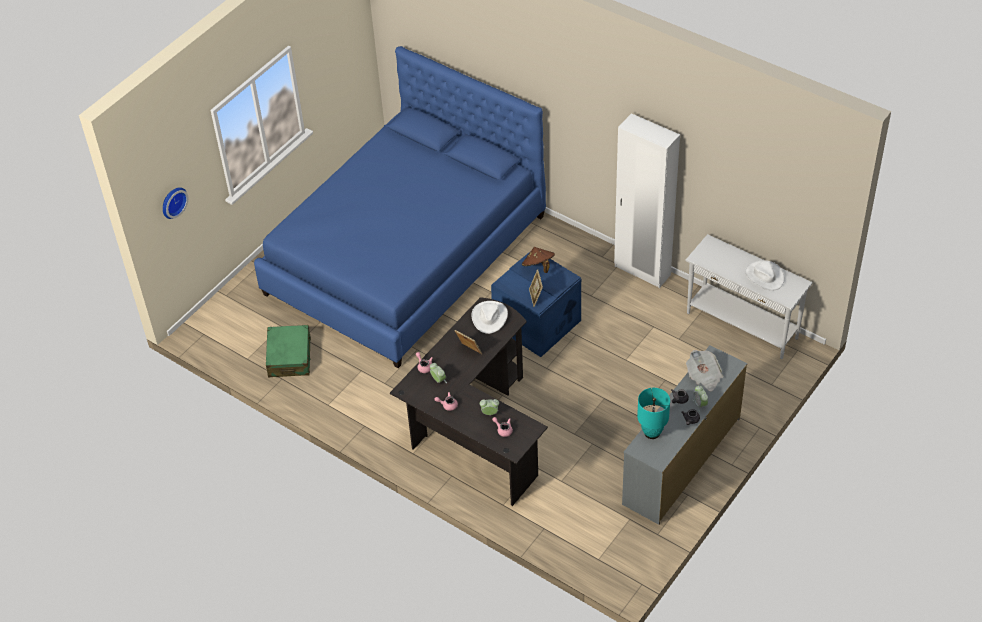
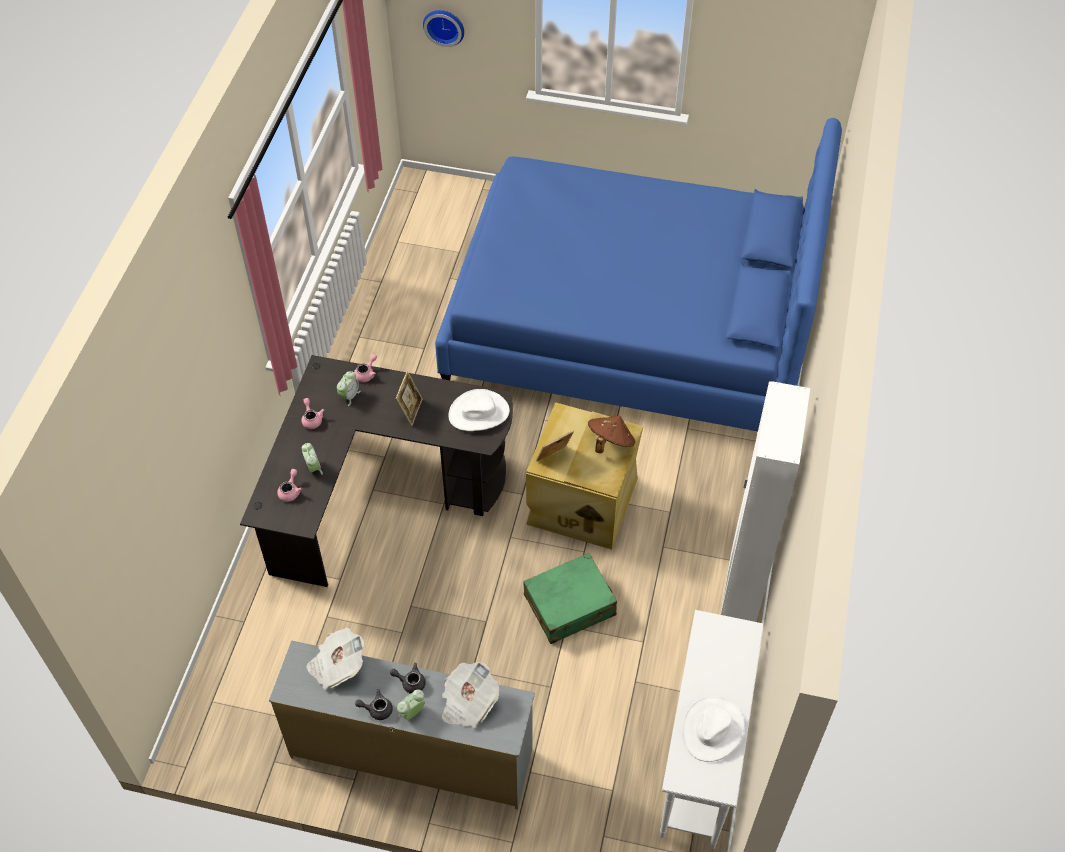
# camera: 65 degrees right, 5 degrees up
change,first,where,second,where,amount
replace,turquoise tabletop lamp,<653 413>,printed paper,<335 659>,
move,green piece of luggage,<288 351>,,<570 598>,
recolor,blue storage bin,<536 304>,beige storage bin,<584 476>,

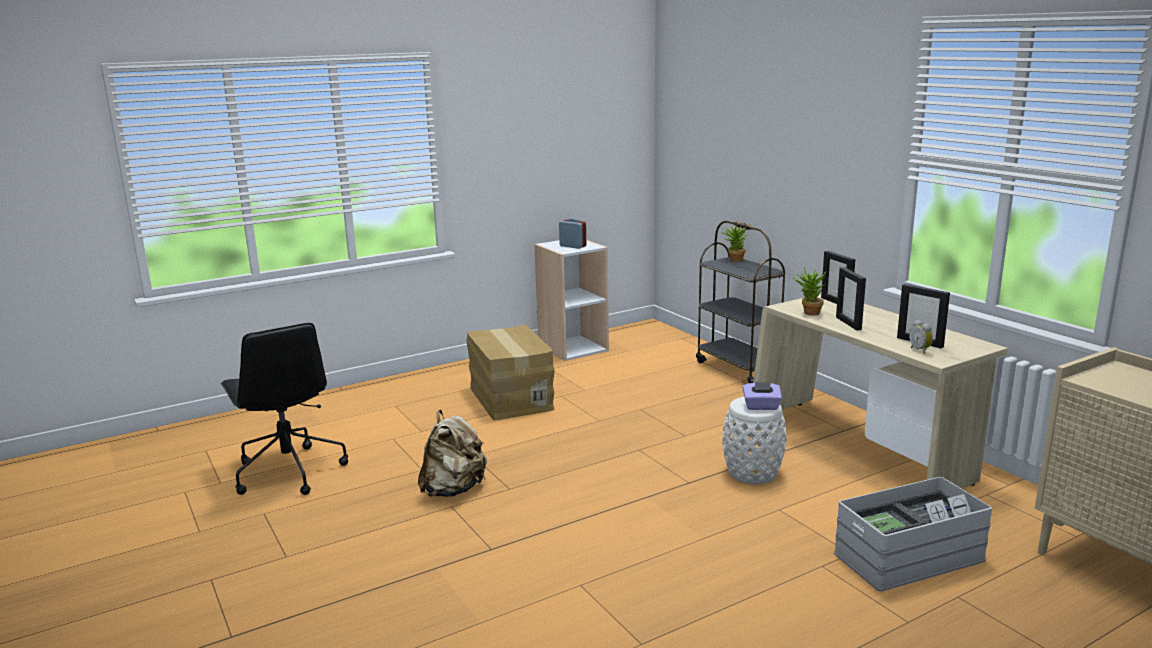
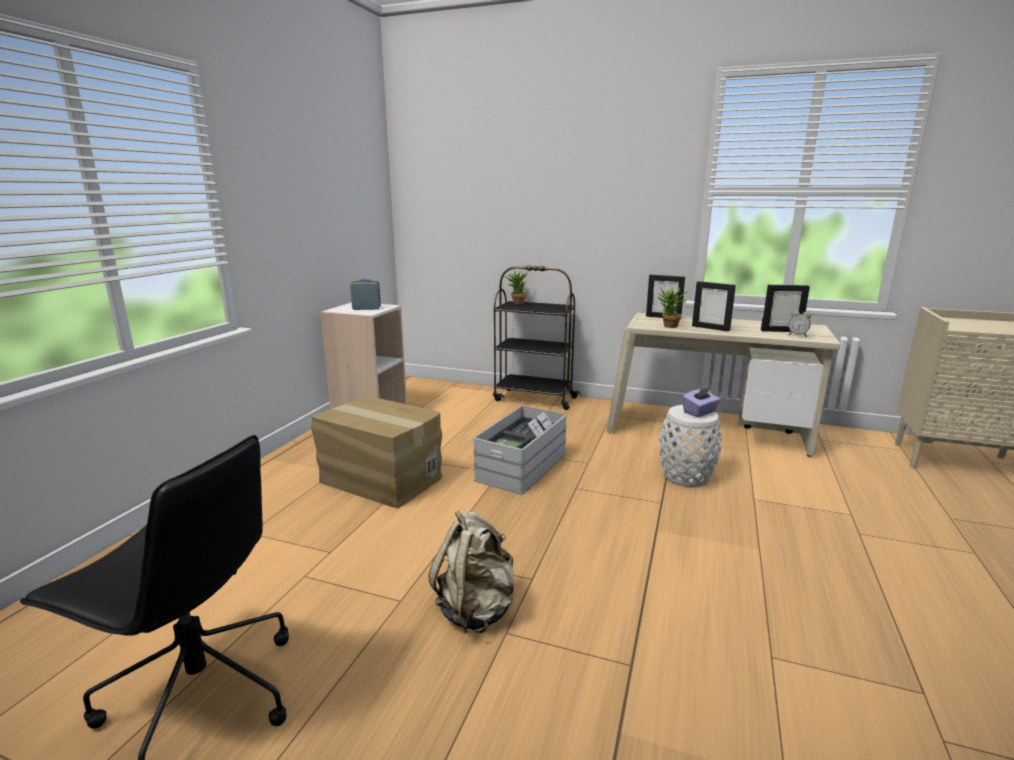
# camera: 40 degrees left, 0 degrees up
change,first,where,second,where,amount
move,gray storage bin,<913 534>,,<519 450>,

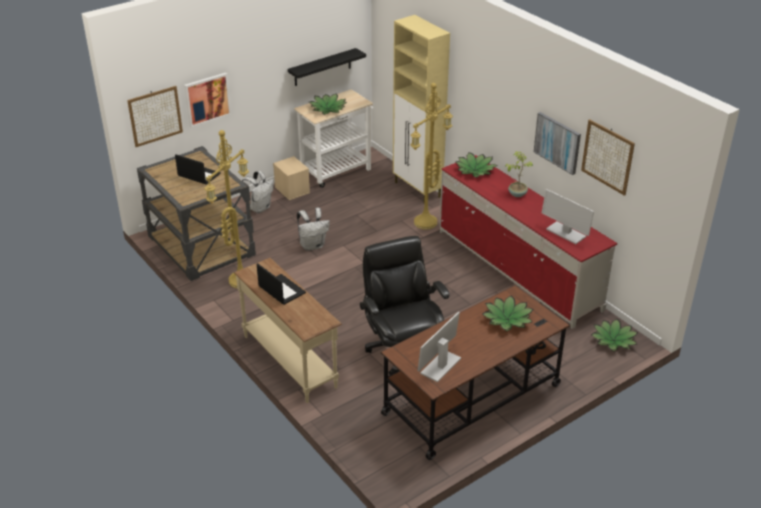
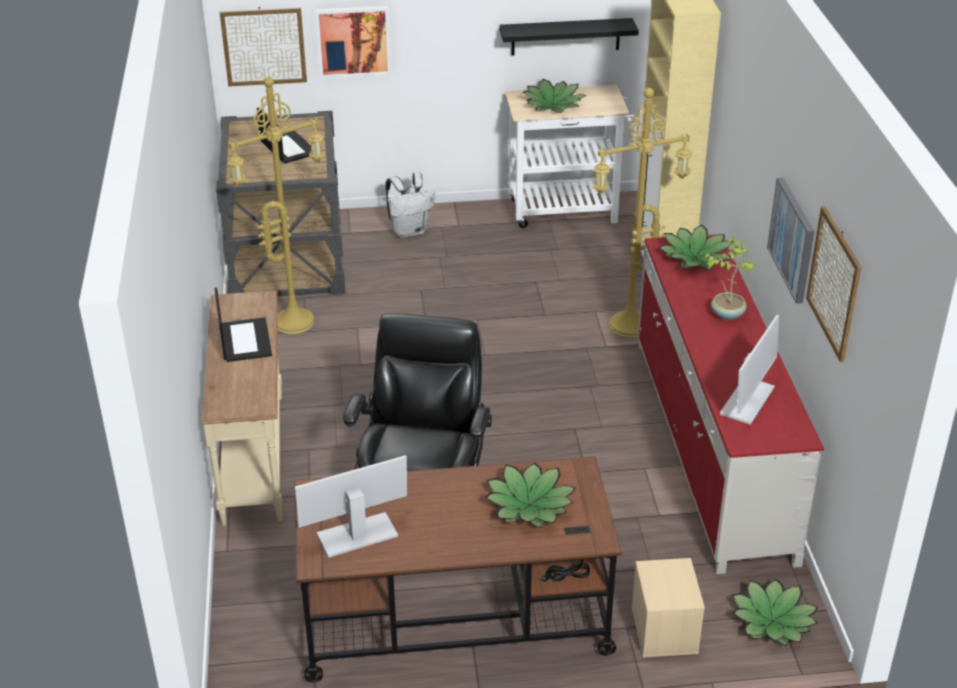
# camera: 30 degrees right, 0 degrees up
change,first,where,second,where,amount
move,beige storage bin,<291 178>,,<668 608>,
rotate,computer screen,<568 216>,,<749 370>,135 degrees counterclockwise
delete,white-coloured knapsack,<313 229>,,,

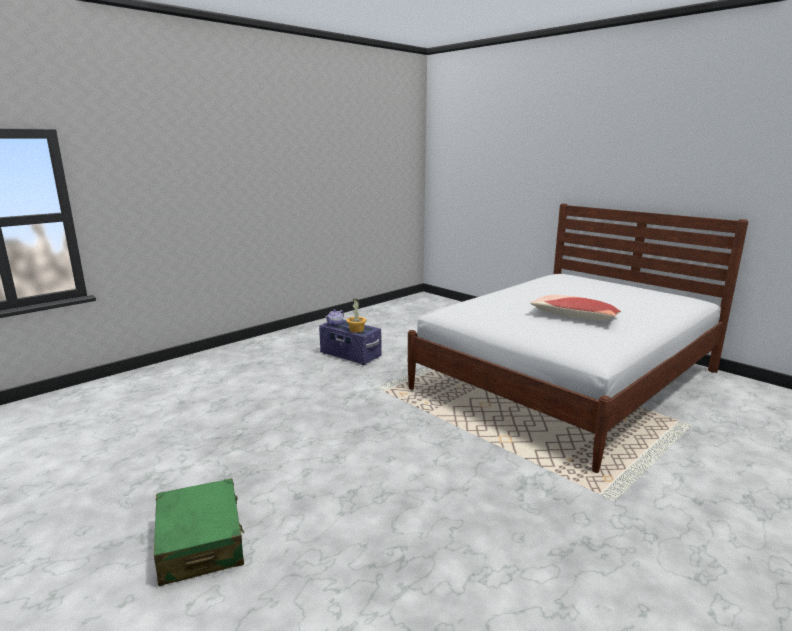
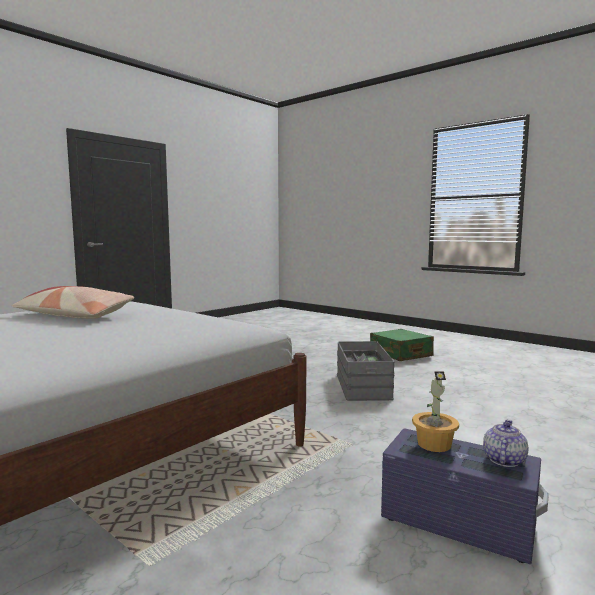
# camera: 175 degrees right, 10 degrees down
change,first,where,second,where,amount
insert,,,gray storage bin,<366 371>,

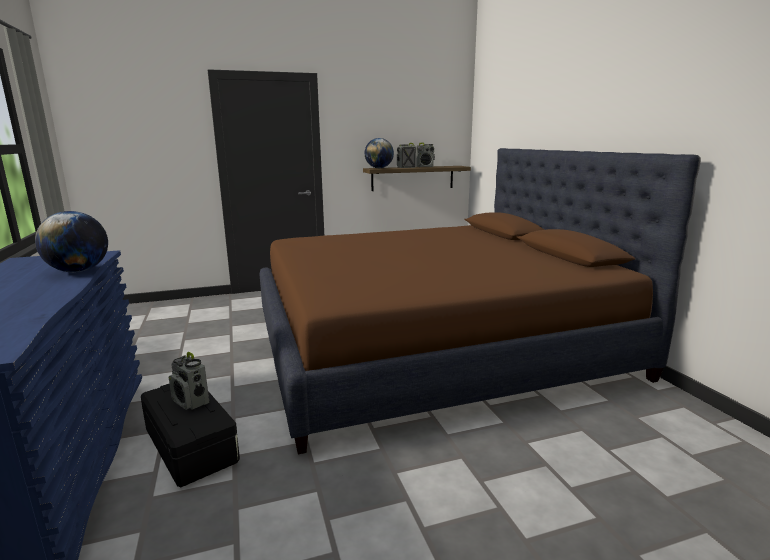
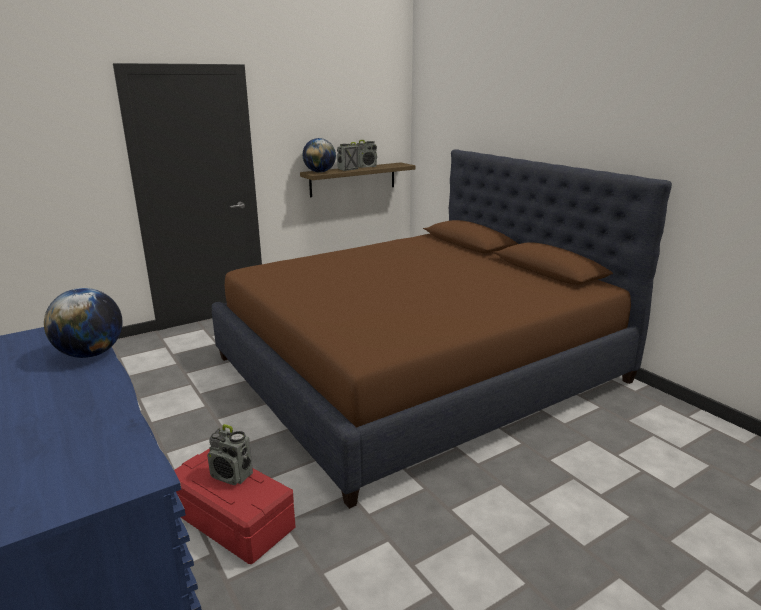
# camera: 15 degrees left, 5 degrees up
change,first,where,second,where,amount
recolor,black storage bin,<190 435>,reddish storage bin,<234 506>,

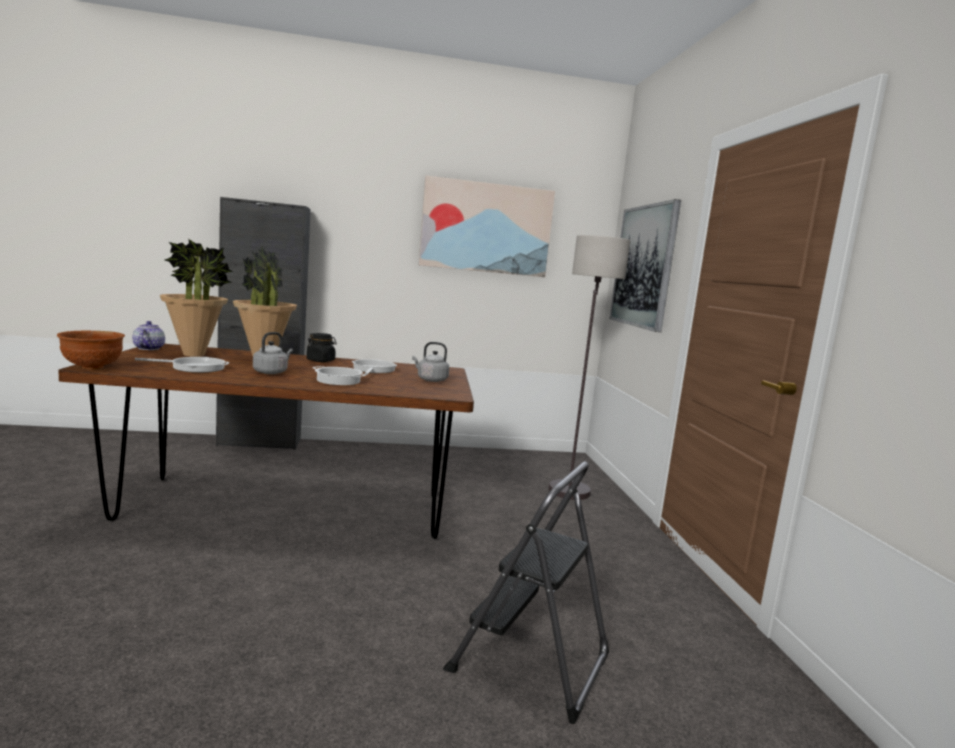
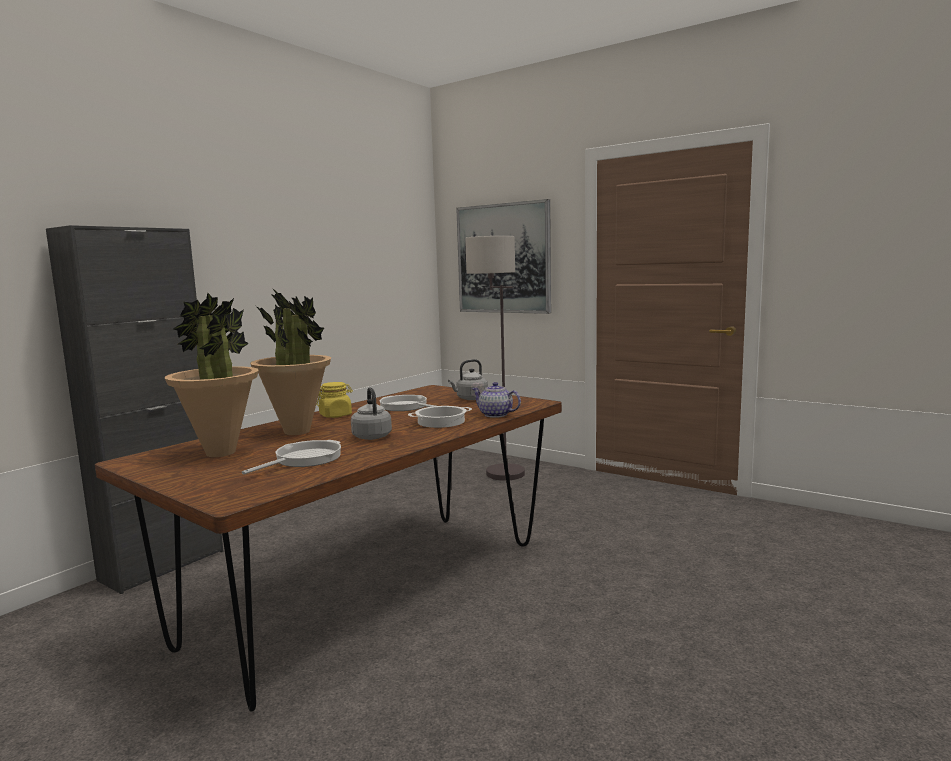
# camera: 45 degrees left, 0 degrees up
change,first,where,second,where,amount
recolor,black jar,<322 347>,yellowish jar,<335 400>,
move,pot for tea,<148 335>,,<496 400>,
delete,brown bowl,<91 350>,,,
delete,wall art,<487 226>,,,
delete,black stepladder,<526 592>,,,

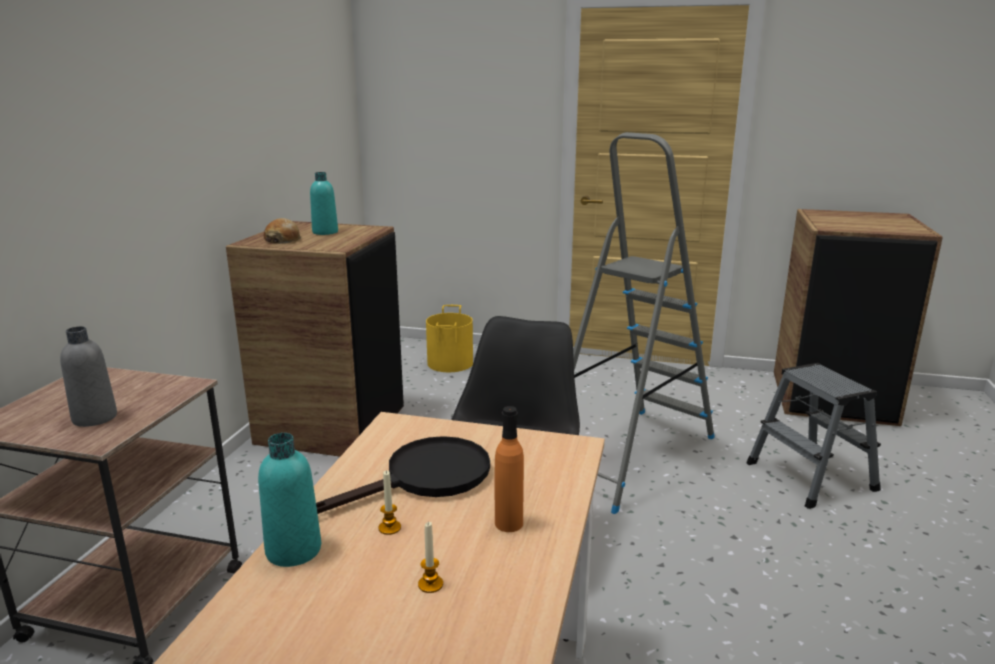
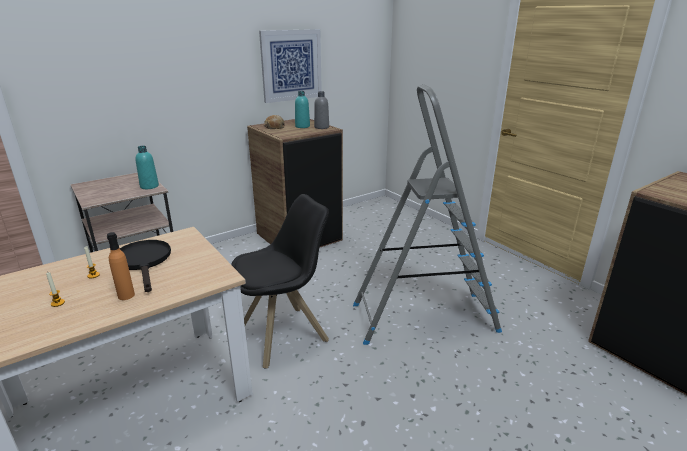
# camera: 40 degrees right, 5 degrees up
change,first,where,second,where,amount
rotate,black skillet,<403 475>,,<145 266>,120 degrees counterclockwise
move,turquoise bottle,<289 500>,,<147 167>,
insert,,,wall art,<290 66>,
move,gray bottle,<88 376>,,<321 110>,
delete,yellowish pail,<449 338>,,,
delete,gray stepladder,<813 436>,,,

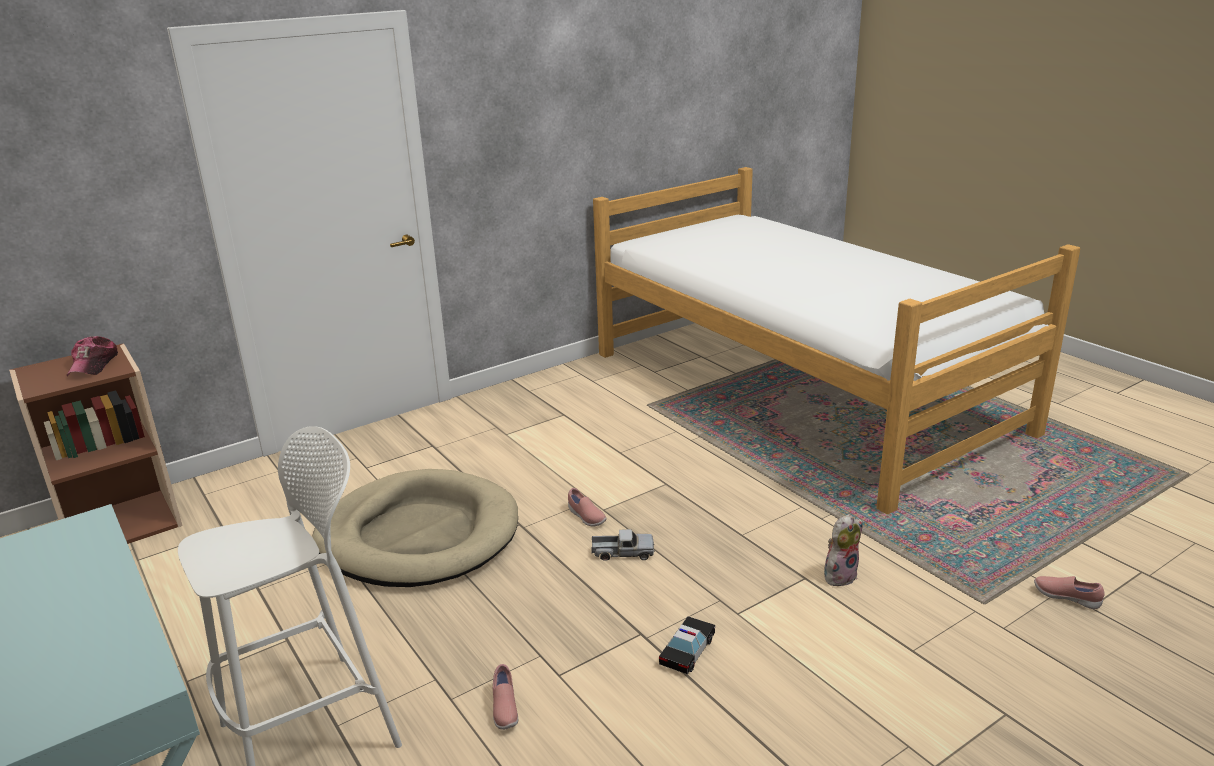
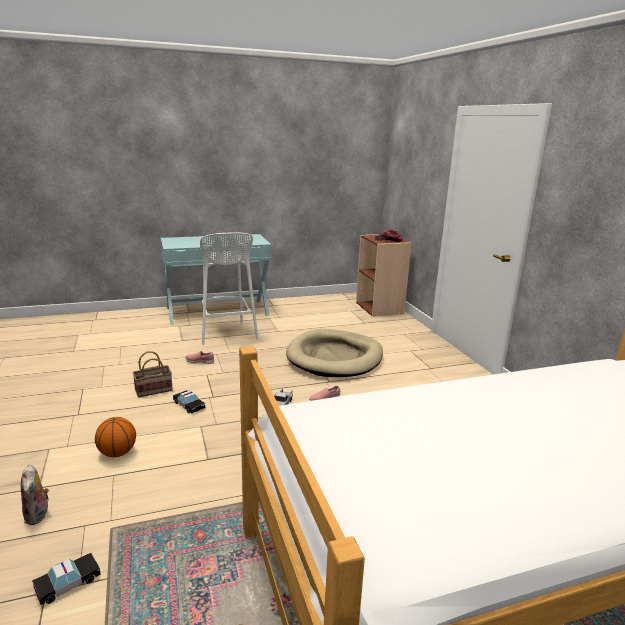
# camera: 105 degrees right, 5 degrees down
change,first,where,second,where,amount
move,plush toy,<843 550>,,<35 494>,
replace,pink low shoe,<1069 592>,miniature car,<66 579>,
insert,,,basketball ball,<115 437>,
insert,,,storage basket,<153 374>,

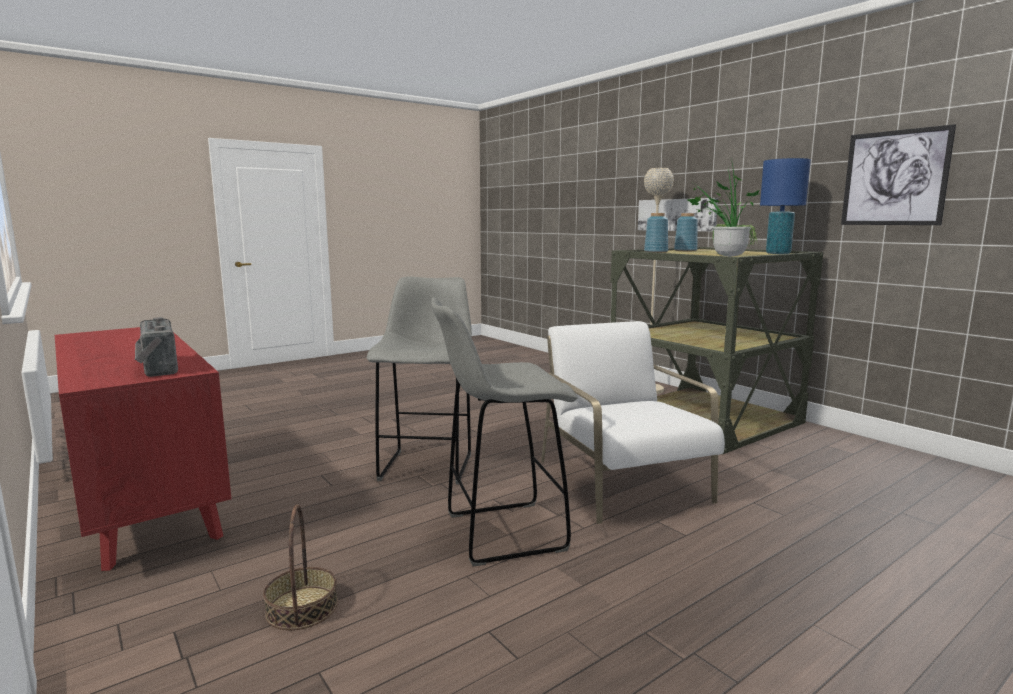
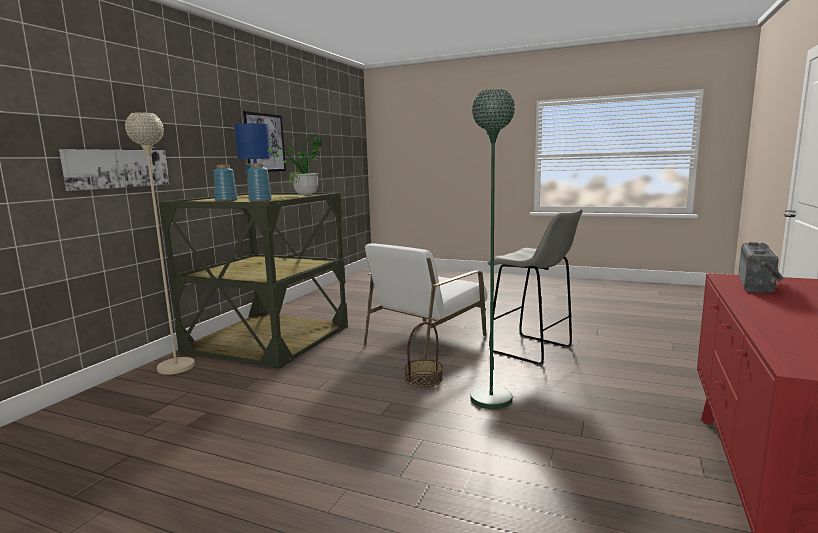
# camera: 120 degrees left, 0 degrees up
change,first,where,second,where,amount
move,storage basket,<300 567>,,<424 354>,
replace,gray stool seat,<419 380>,green standing lamp,<492 249>,

